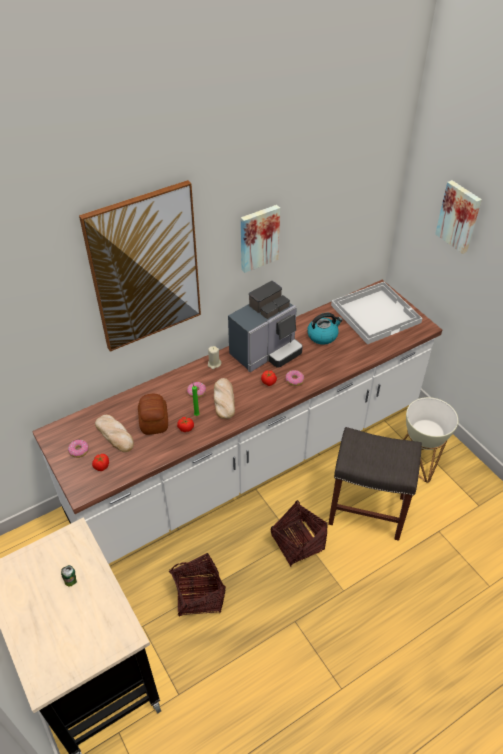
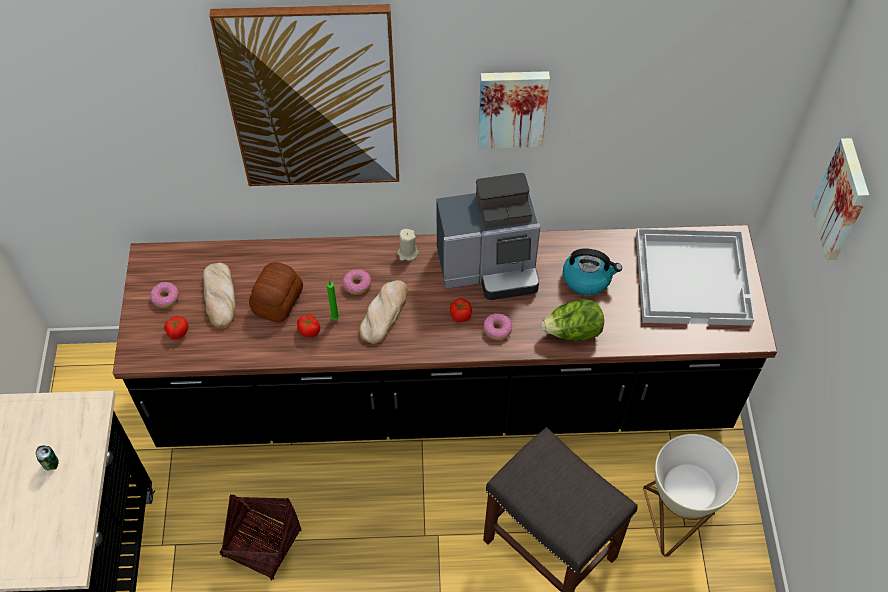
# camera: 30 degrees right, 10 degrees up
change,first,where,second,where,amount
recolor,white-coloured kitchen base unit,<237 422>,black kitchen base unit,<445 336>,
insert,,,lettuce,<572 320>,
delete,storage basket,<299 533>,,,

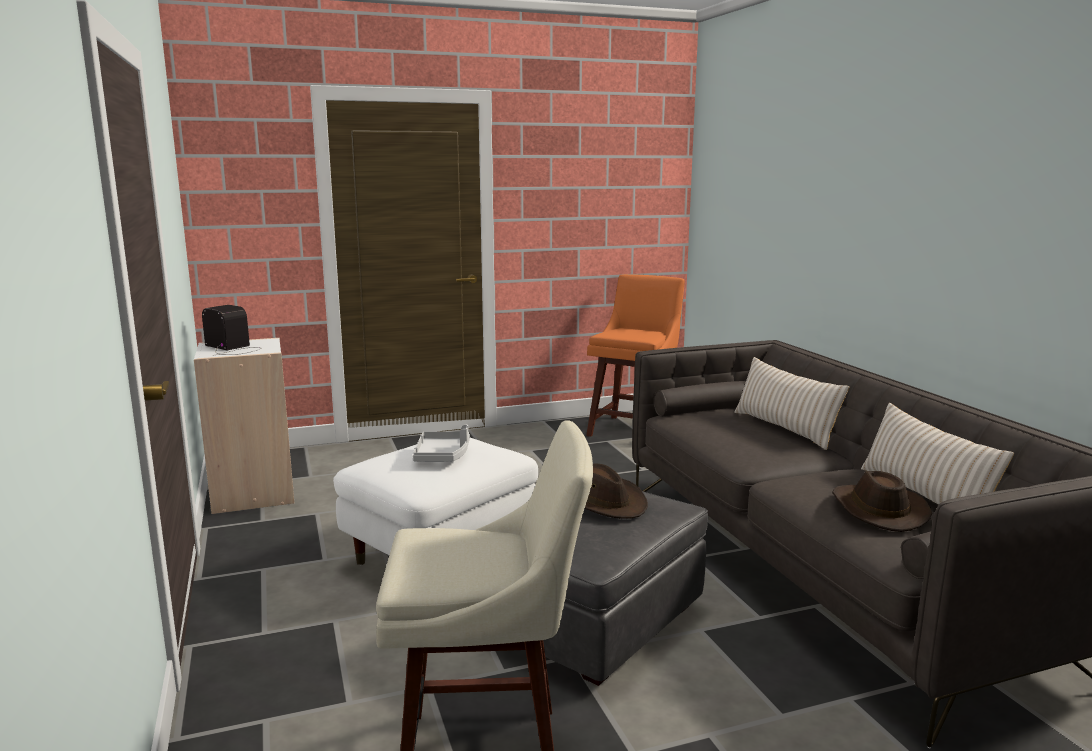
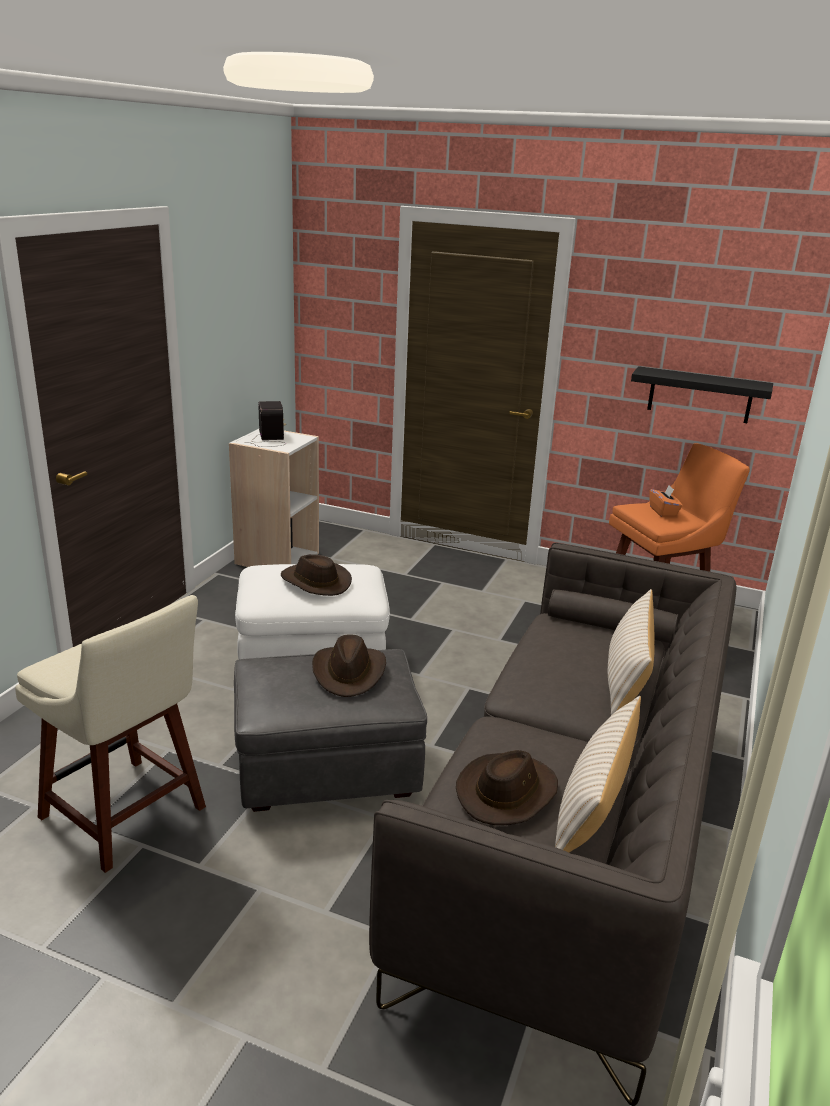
# camera: 40 degrees right, 10 degrees up
change,first,where,second,where,amount
replace,gray tray,<441 443>,brown clothing hat,<316 575>,
insert,,,black bracket shelf,<702 394>,
insert,,,orangey tissue box,<665 501>,

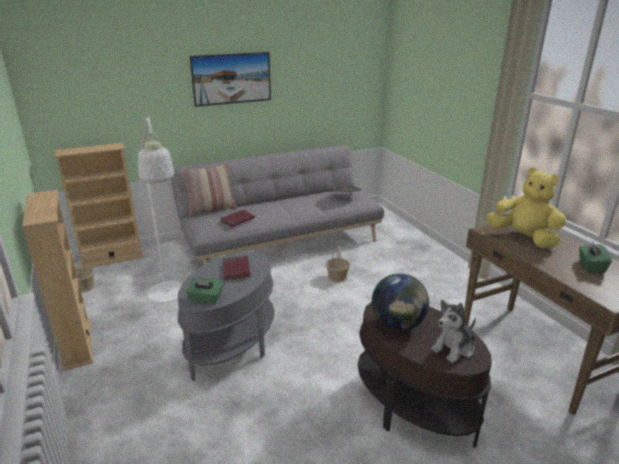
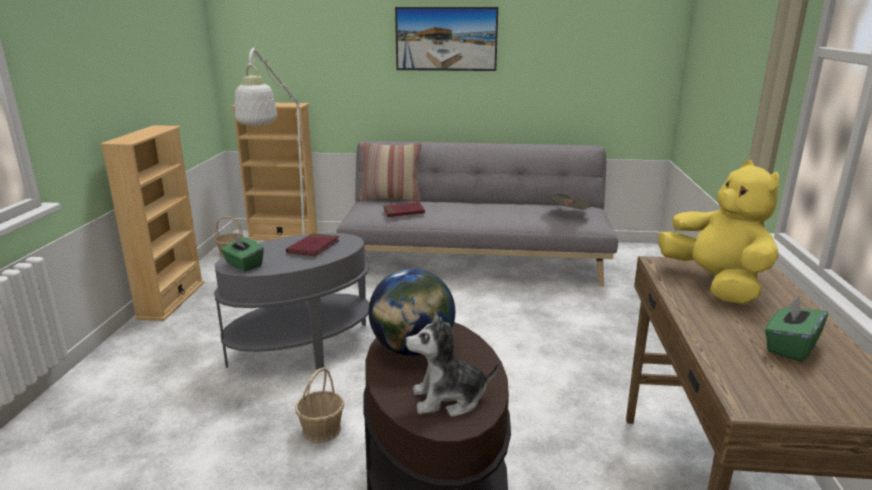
# camera: 30 degrees right, 5 degrees down
change,first,where,second,where,amount
move,storage basket,<338 264>,,<319 405>,

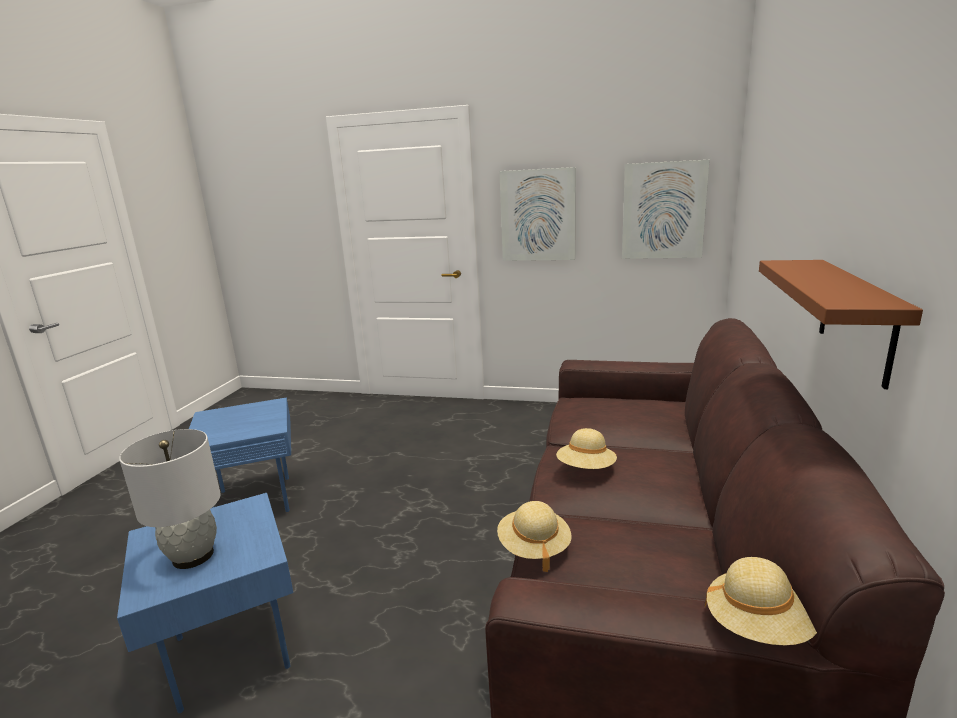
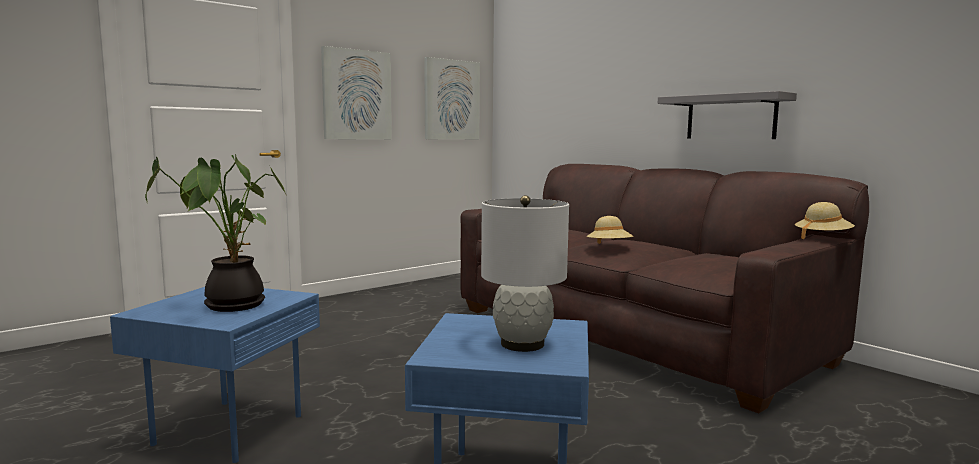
# camera: 55 degrees left, 10 degrees down
change,first,where,second,where,amount
insert,,,plant in a pot,<215 233>,
recolor,brown bracket shelf,<841 324>,gray bracket shelf,<727 115>,
delete,beige clothing hat,<534 536>,,,

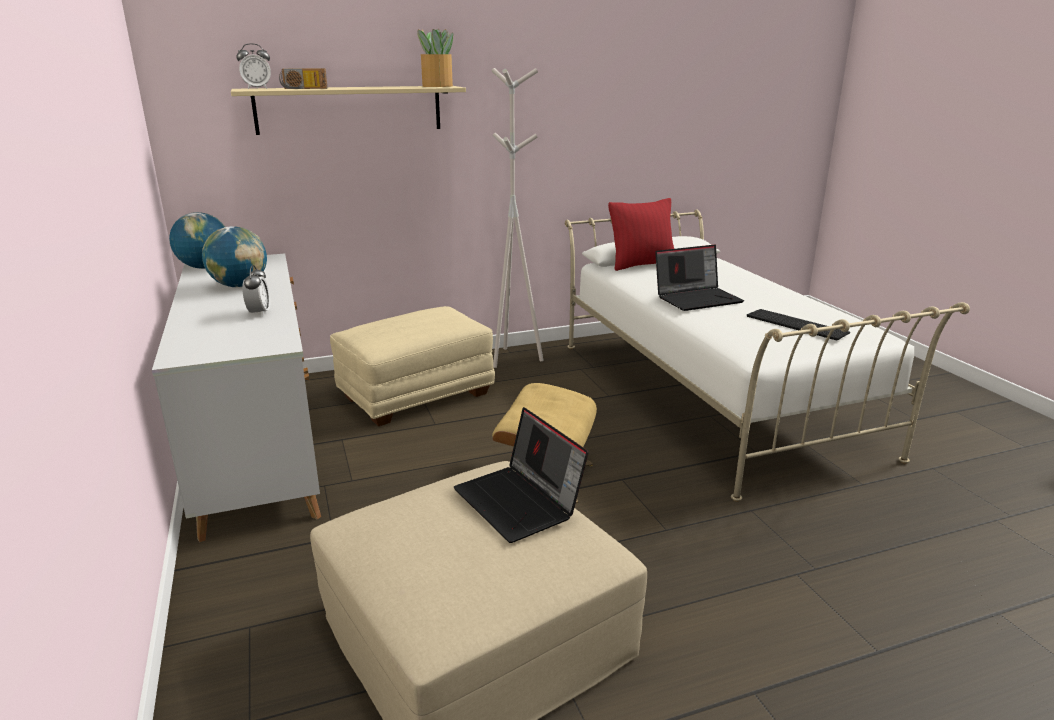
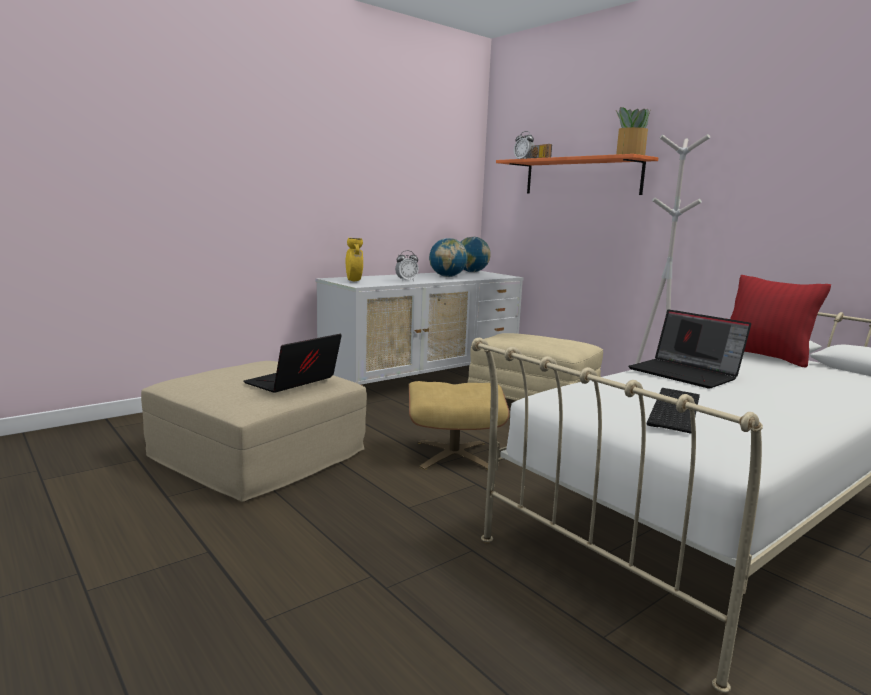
# camera: 70 degrees right, 10 degrees down
change,first,where,second,where,amount
insert,,,yellowish decorative vase,<354 259>,
recolor,beige bracket shelf,<348 110>,orangey bracket shelf,<577 174>,

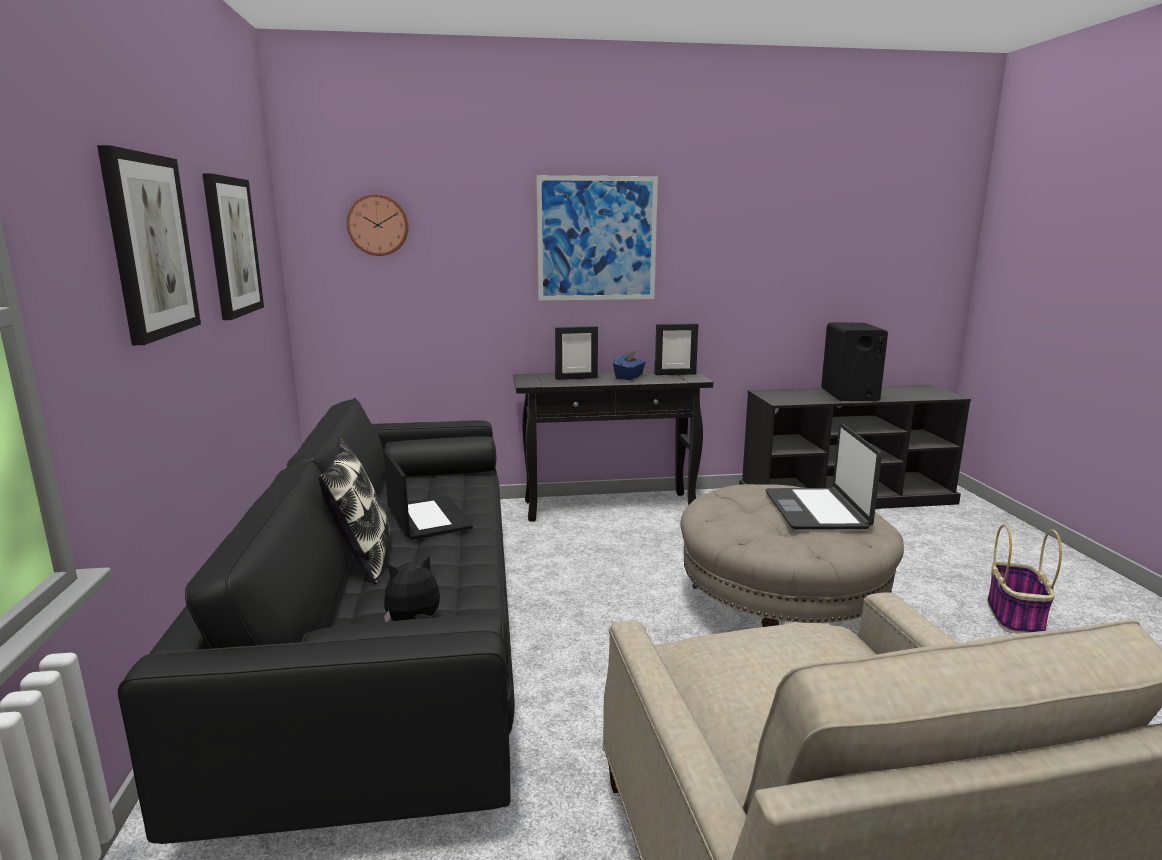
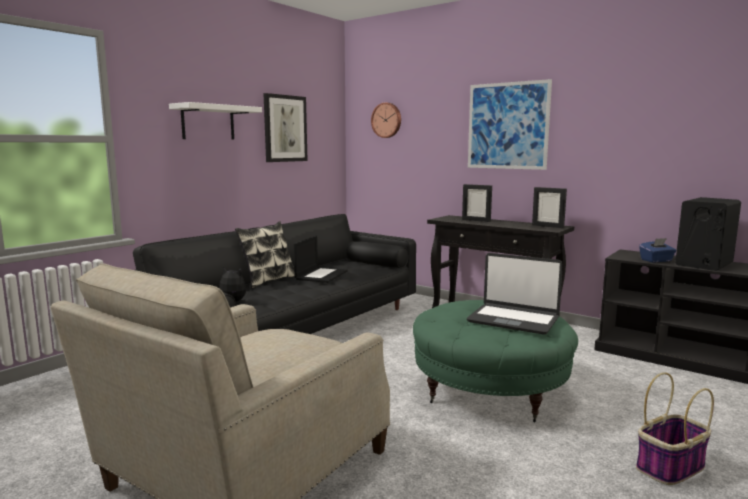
# camera: 45 degrees right, 5 degrees down
change,first,where,second,where,amount
replace,wall art,<149 245>,white-coloured bracket shelf,<215 121>,
recolor,beige pouffe,<792 555>,green pouffe,<495 361>,
rotate,laptop,<824 476>,,<515 294>,105 degrees counterclockwise
move,blue tissue box,<629 365>,,<657 250>,

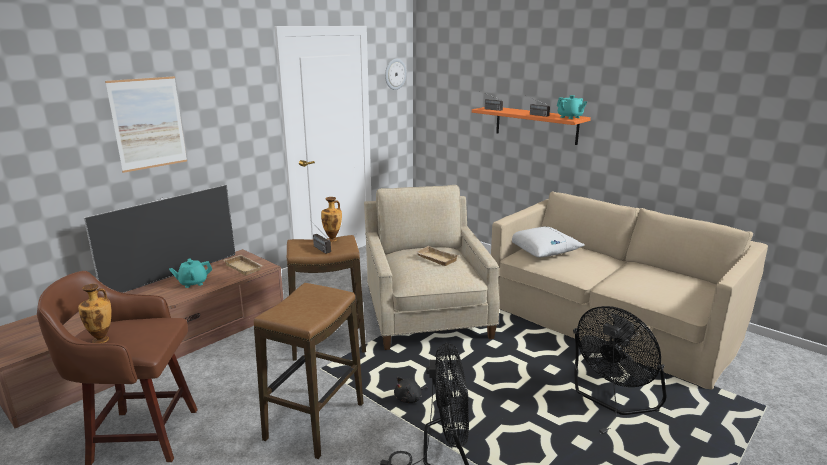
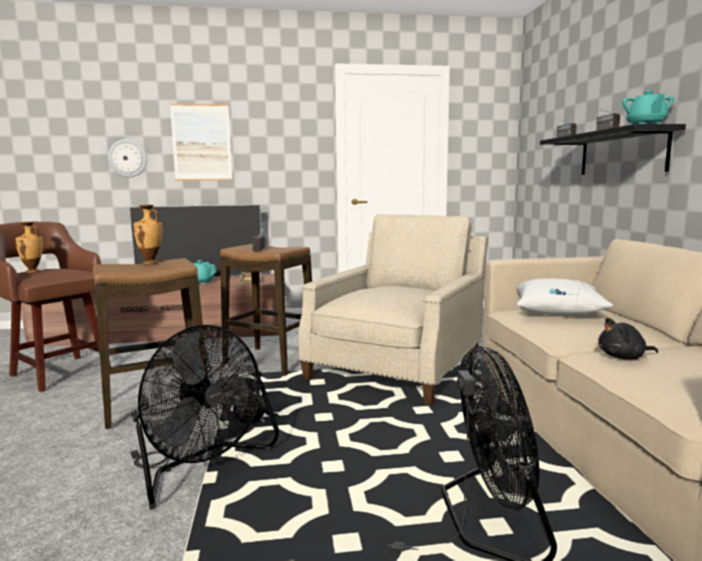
# camera: 40 degrees right, 10 degrees down
change,first,where,second,where,amount
move,clock on the wall,<395 74>,,<127 158>,
move,decorative vase,<331 219>,,<147 234>,
recolor,orangey bracket shelf,<531 126>,black bracket shelf,<613 149>,
insert,,,black plush toy,<628 338>,
delete,beige tray,<437 256>,,,

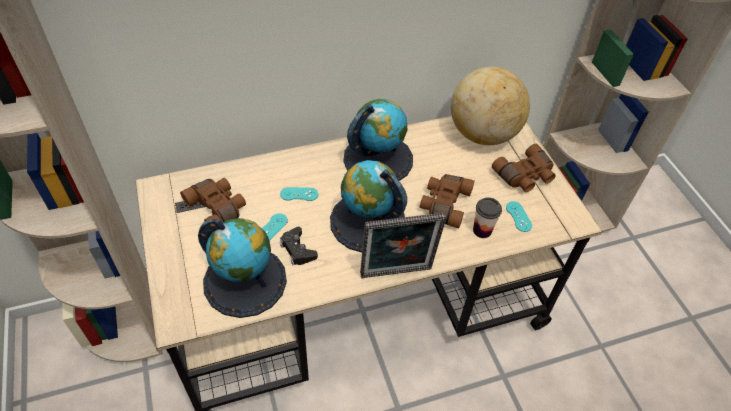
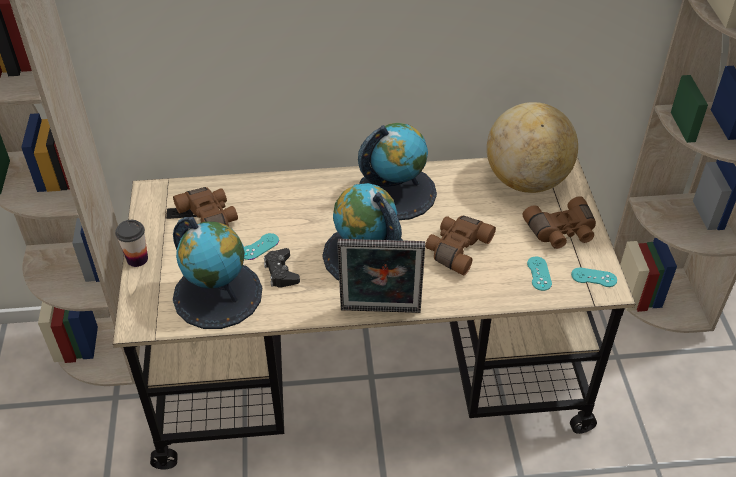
# camera: 15 degrees right, 5 degrees down
change,first,where,second,where,amount
move,small cup,<487 217>,,<131 243>,
move,turquoise gamepad,<299 194>,,<594 277>,

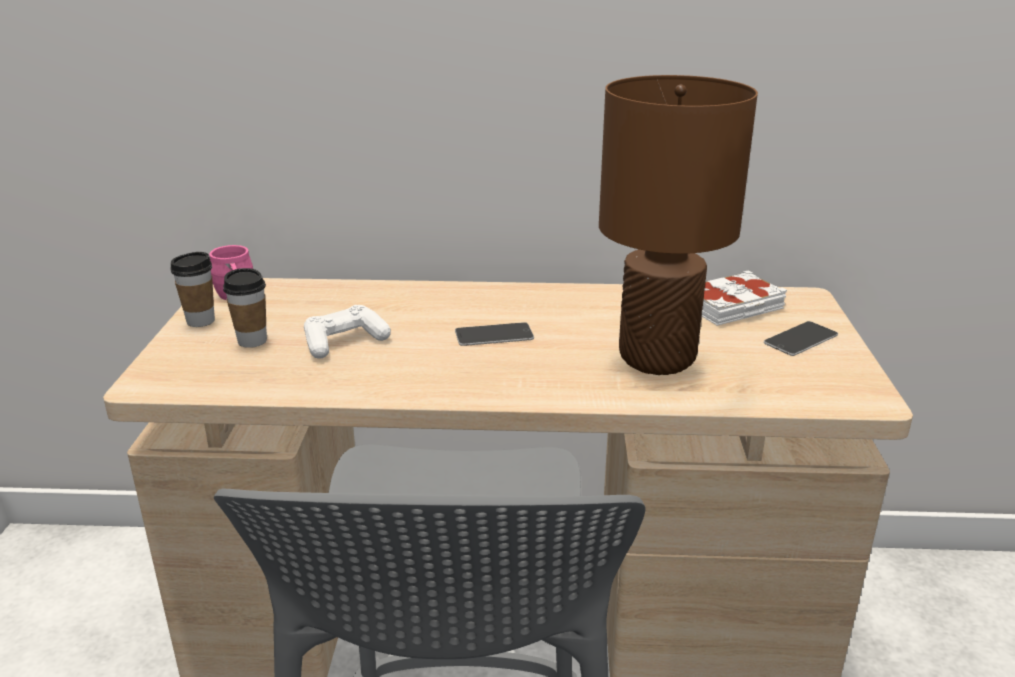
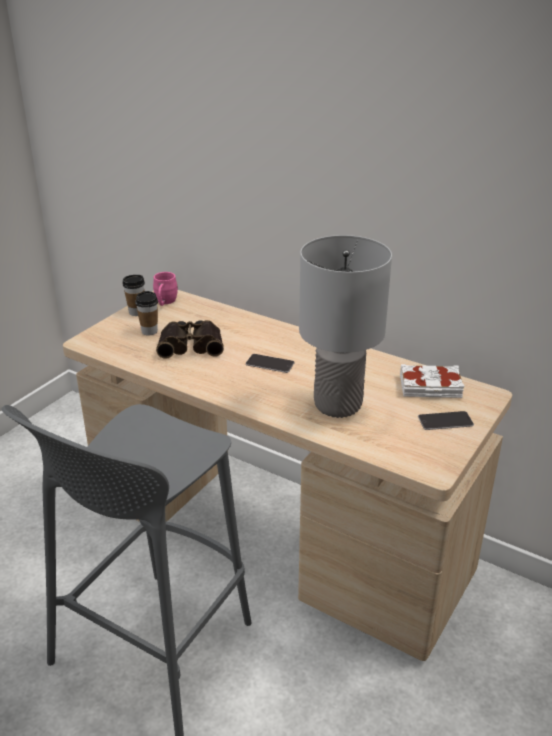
# camera: 30 degrees right, 5 degrees up
change,first,where,second,where,amount
replace,white-coloured gamepad,<347 332>,binoculars,<190 339>,
recolor,brown tabletop lamp,<678 225>,gray tabletop lamp,<345 326>,

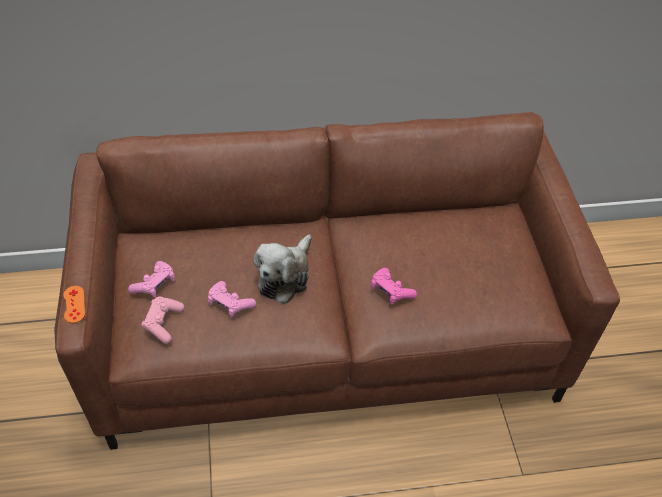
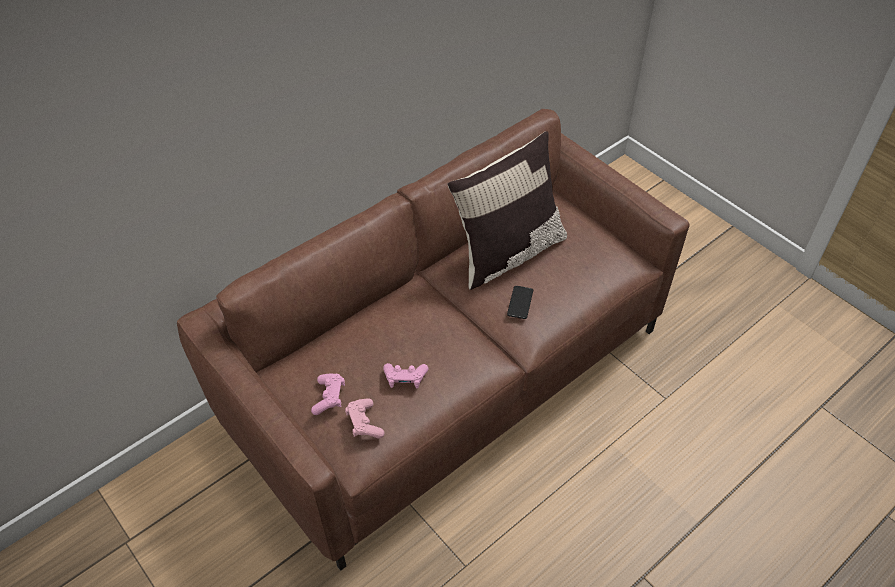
# camera: 30 degrees left, 0 degrees up
change,first,where,second,where,amount
insert,,,pillow,<507 210>,
replace,pink gamepad,<394 286>,phone,<520 302>,
delete,orangey gamepad,<74 304>,,,
delete,plush toy,<283 269>,,,

